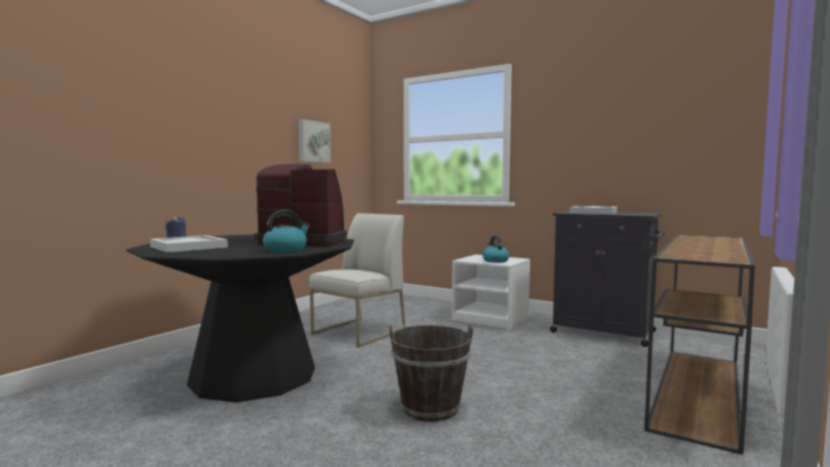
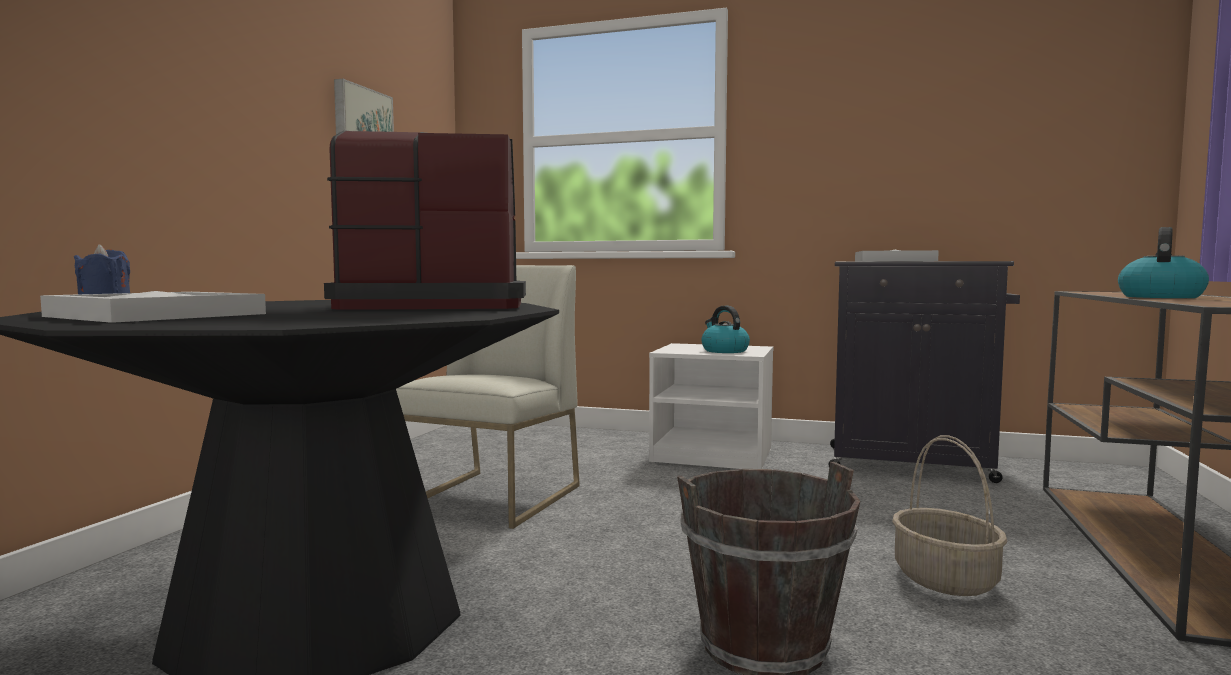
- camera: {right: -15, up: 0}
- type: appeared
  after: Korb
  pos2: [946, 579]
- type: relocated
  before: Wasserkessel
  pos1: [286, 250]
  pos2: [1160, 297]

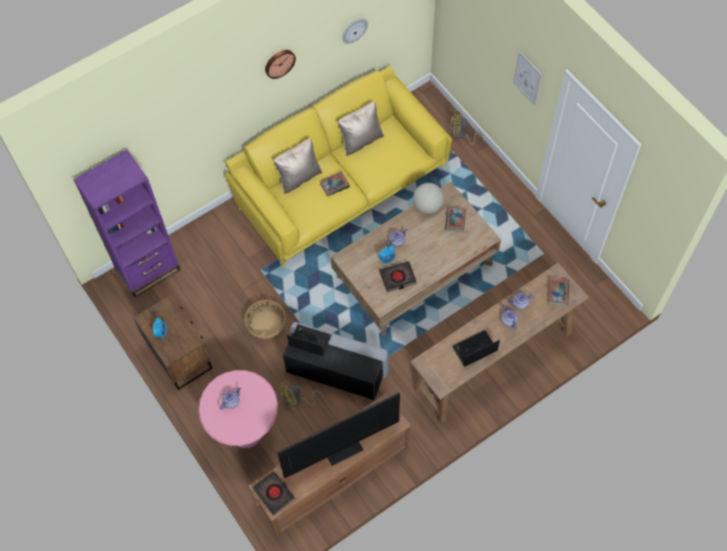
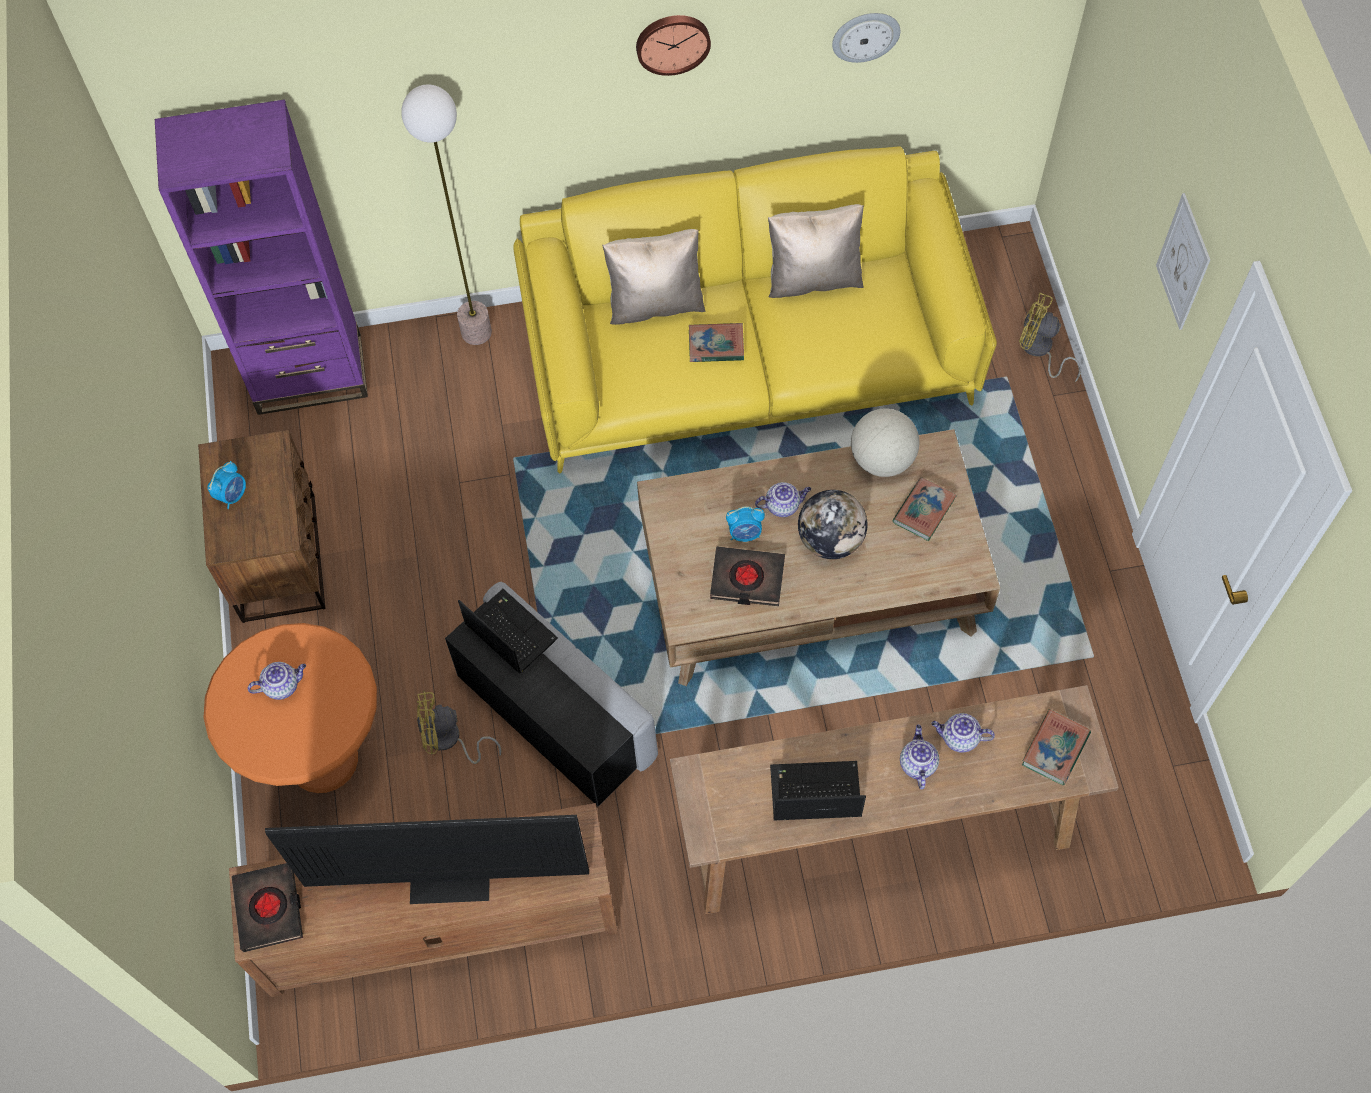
- camera: {right: 25, up: 0}
- type: missing
  before: Korb
  pos1: [266, 324]
- type: appeared
  after: Stehlampe
  pos2: [476, 331]
- type: appeared
  after: Globus
  pos2: [830, 540]
- type: colour
  before: Beistelltisch (rosa)
  after: Beistelltisch (orange)
  pos1: [246, 432]
  pos2: [323, 759]

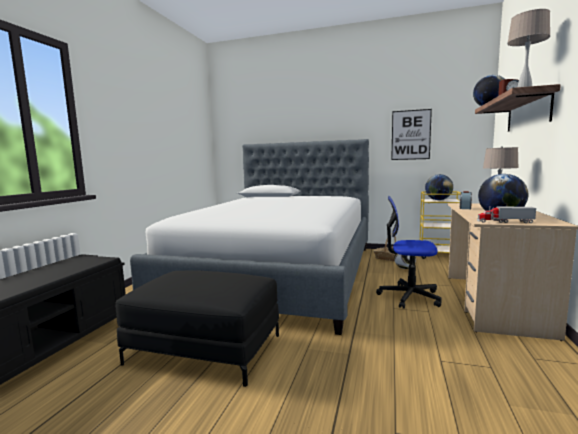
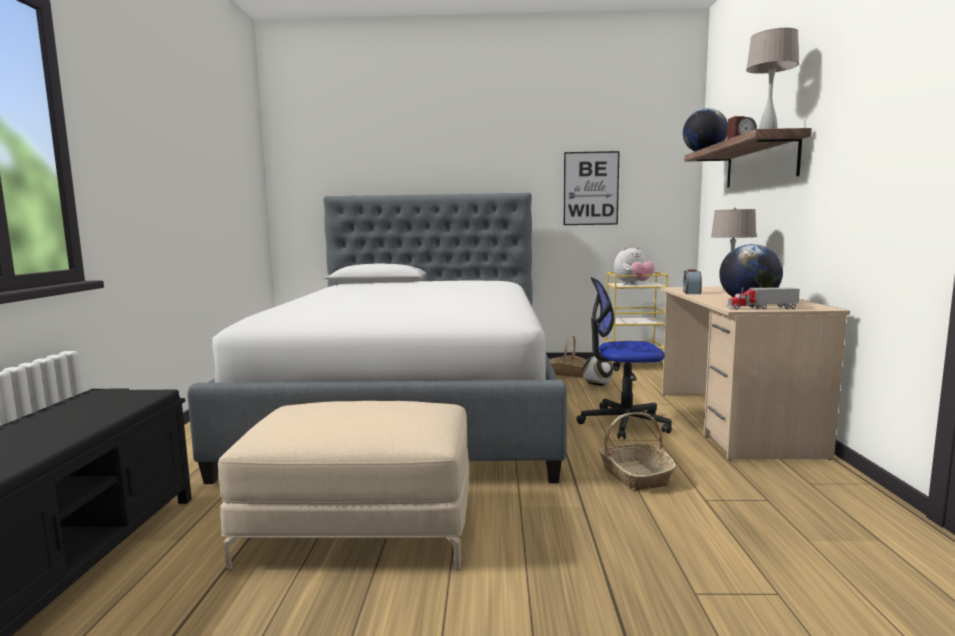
- camera: {right: -15, up: 0}
- type: appeared
  after: Korb
  pos2: [634, 475]
- type: exchanged
  before: Globus
  after: Plüschtier
  pos1: [438, 200]
  pos2: [633, 284]
- type: colour
  before: Polsterhocker (schwarz)
  after: Polsterhocker (beige)
  pos1: [205, 348]
  pos2: [361, 526]

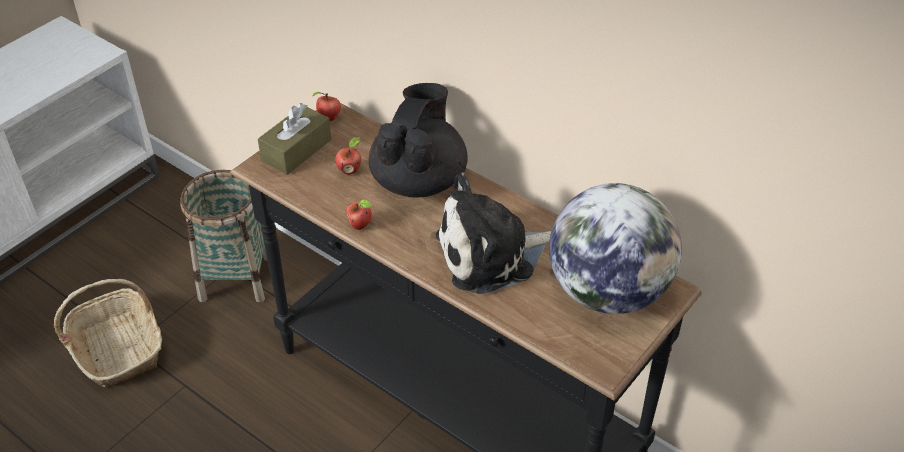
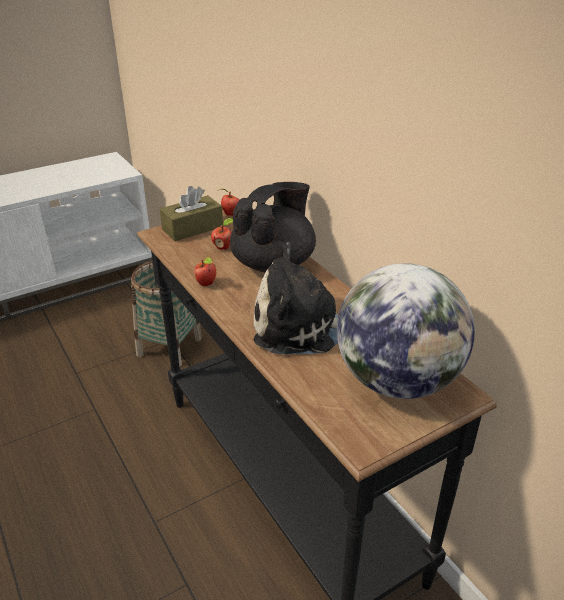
- camera: {right: 20, up: -10}
- type: missing
  before: Korb
  pos1: [117, 348]

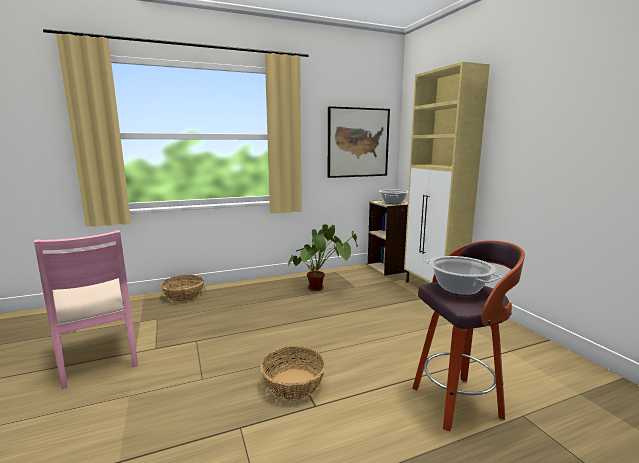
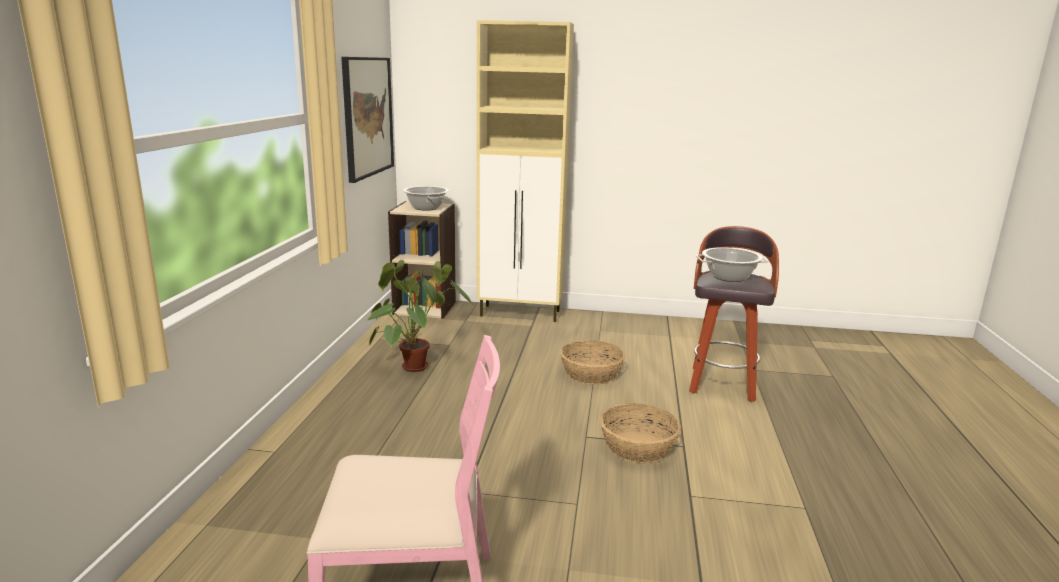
- camera: {right: -60, up: 5}
- type: relocated
  before: Korb
  pos1: [184, 295]
  pos2: [591, 373]

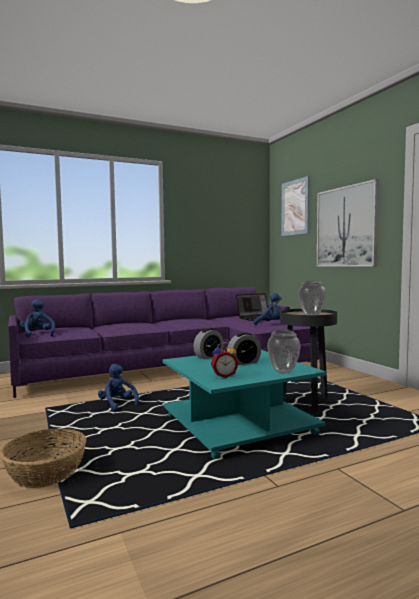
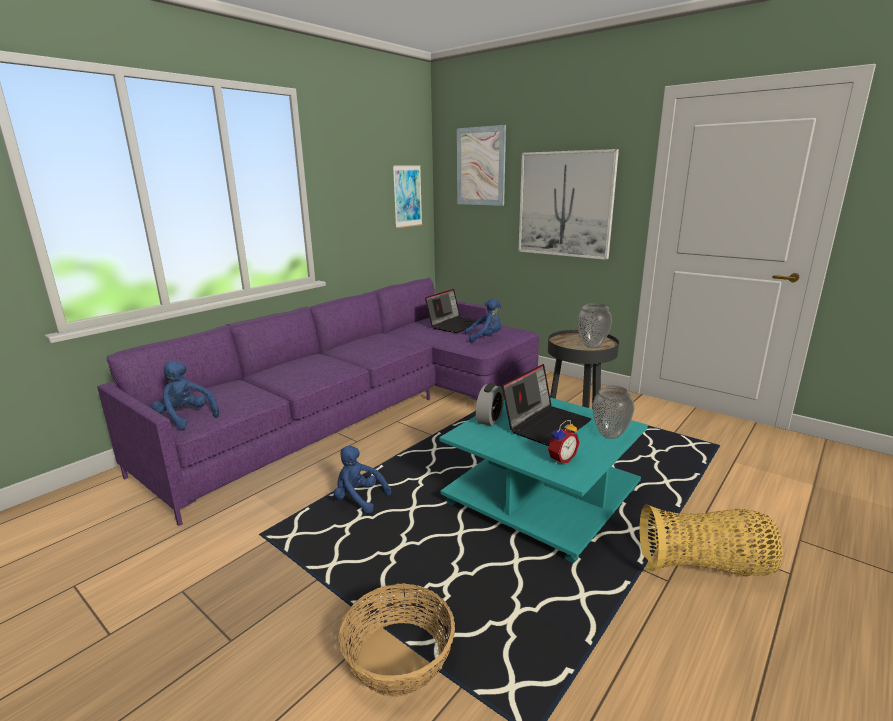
- camera: {right: -25, up: 15}
- type: appeared
  after: Bild
  pos2: [407, 196]
- type: appeared
  after: Korb
  pos2: [704, 566]
- type: exchanged
  before: Wecker
  after: Laptop
  pos1: [244, 362]
  pos2: [546, 424]

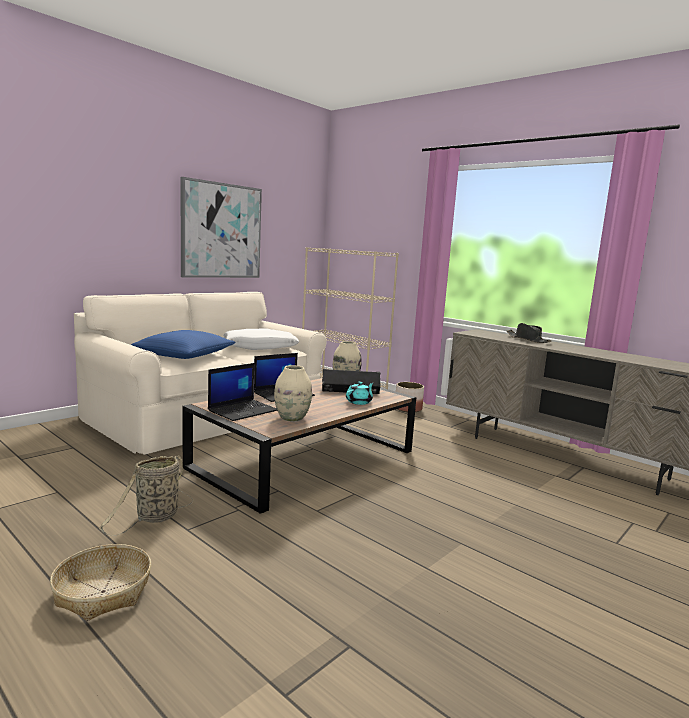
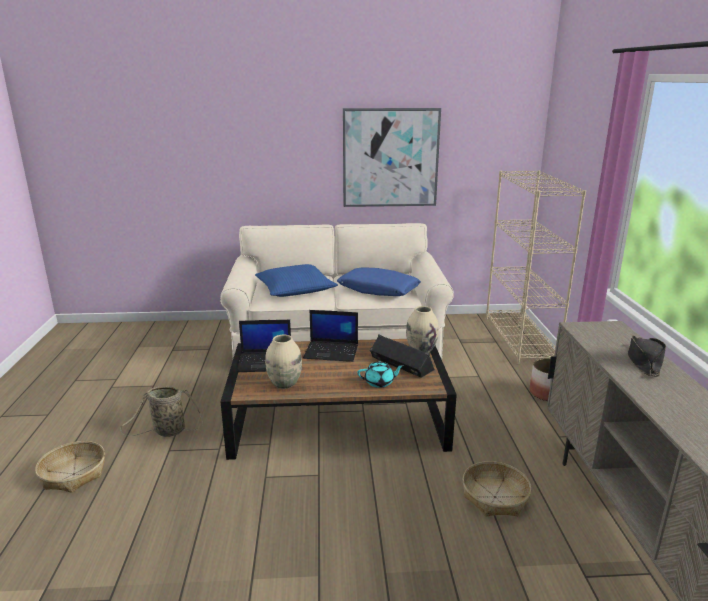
- camera: {right: 45, up: 10}
- type: appeared
  after: Korb
  pos2: [494, 497]
- type: colour
  before: Kissen (weiß)
  after: Kissen (blau)
  pos1: [260, 347]
  pos2: [378, 290]

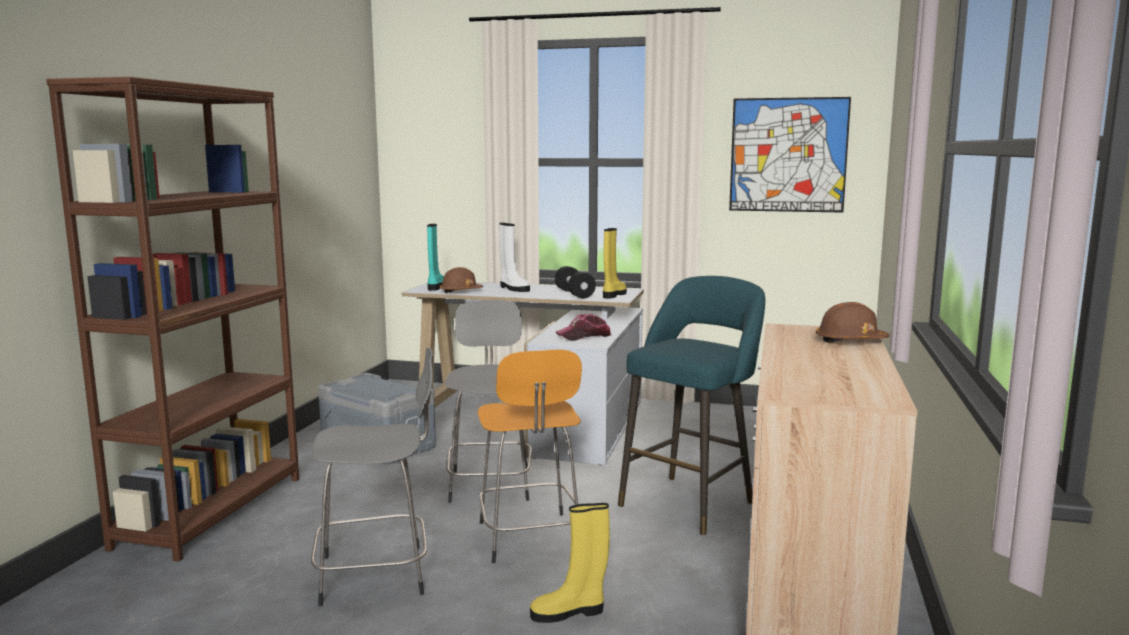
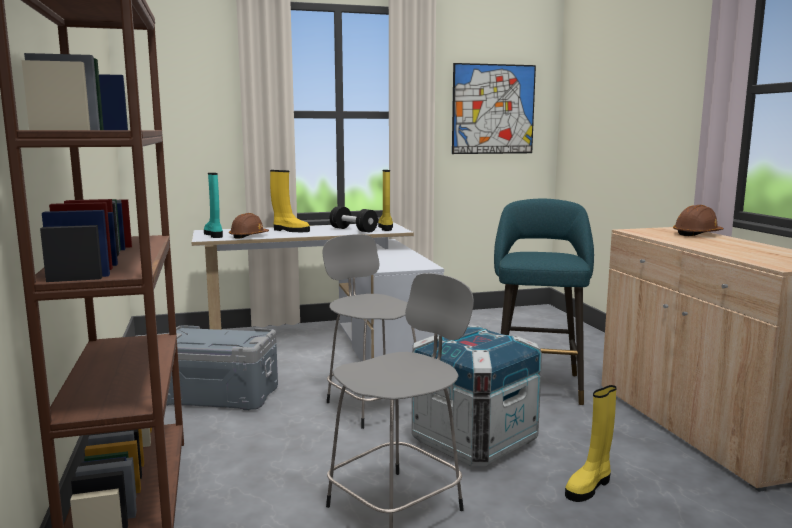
- camera: {right: -30, up: 0}
- type: missing
  before: Kappe
  pos1: [584, 336]
- type: exchanged
  before: Hocker (orange)
  after: Kiste
  pos1: [530, 539]
  pos2: [473, 440]
- type: colour
  before: Stiefel (weiß)
  after: Stiefel (gelb)
  pos1: [513, 288]
  pos2: [290, 230]

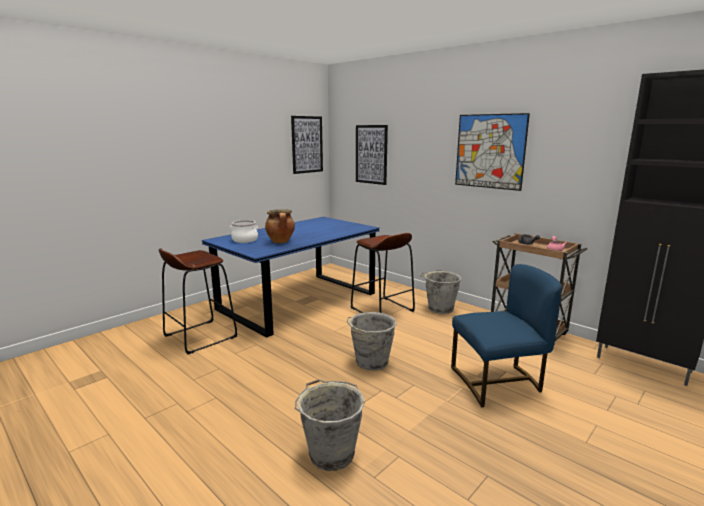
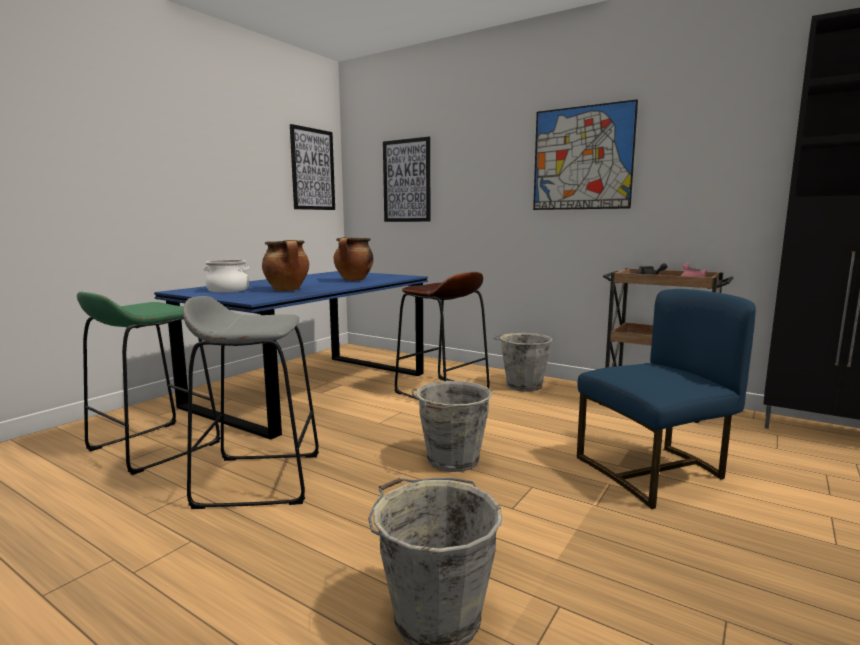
- camera: {right: -10, up: -5}
- type: appeared
  after: Hocker (grau)
  pos2: [259, 479]
- type: appeared
  after: Kochtopf
  pos2: [354, 280]
- type: colour
  before: Hocker (braun)
  after: Hocker (grün)
  pos1: [200, 336]
  pos2: [154, 446]

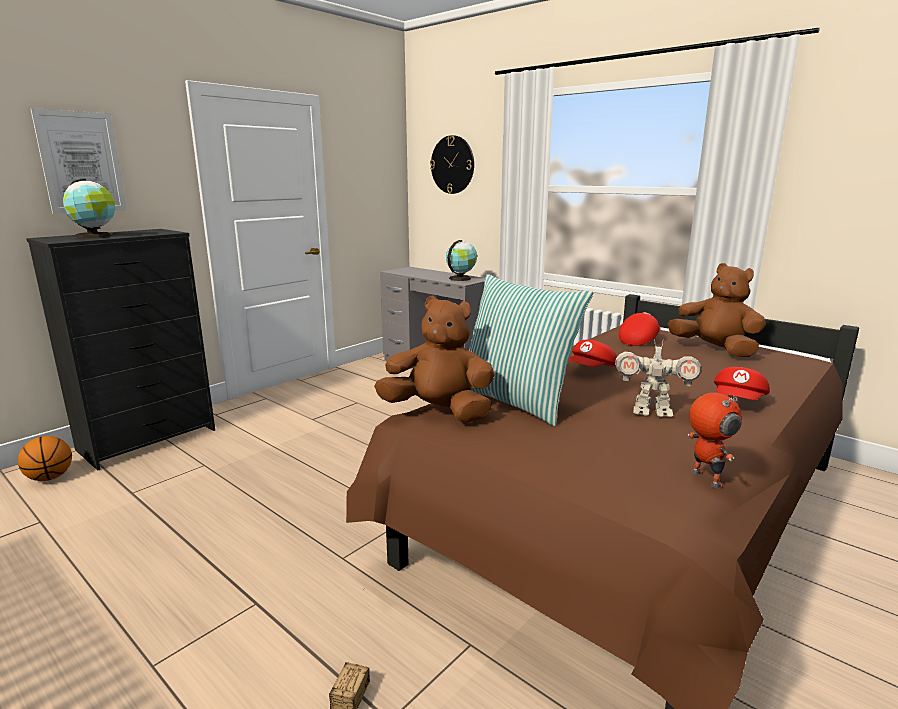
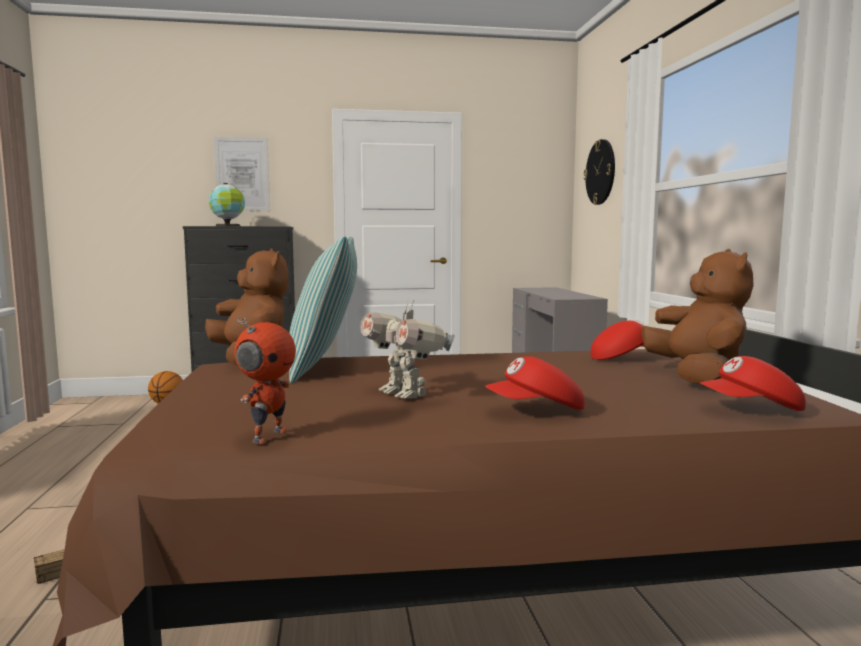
- camera: {right: 40, up: -10}
- type: missing
  before: Globus
  pos1: [461, 278]
- type: relocated
  before: Kappe (rot)
  pos1: [592, 370]
  pos2: [752, 409]

